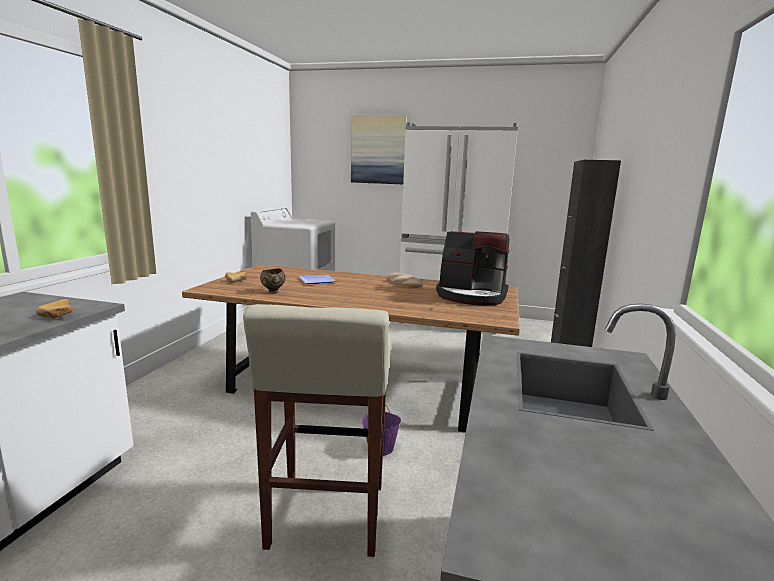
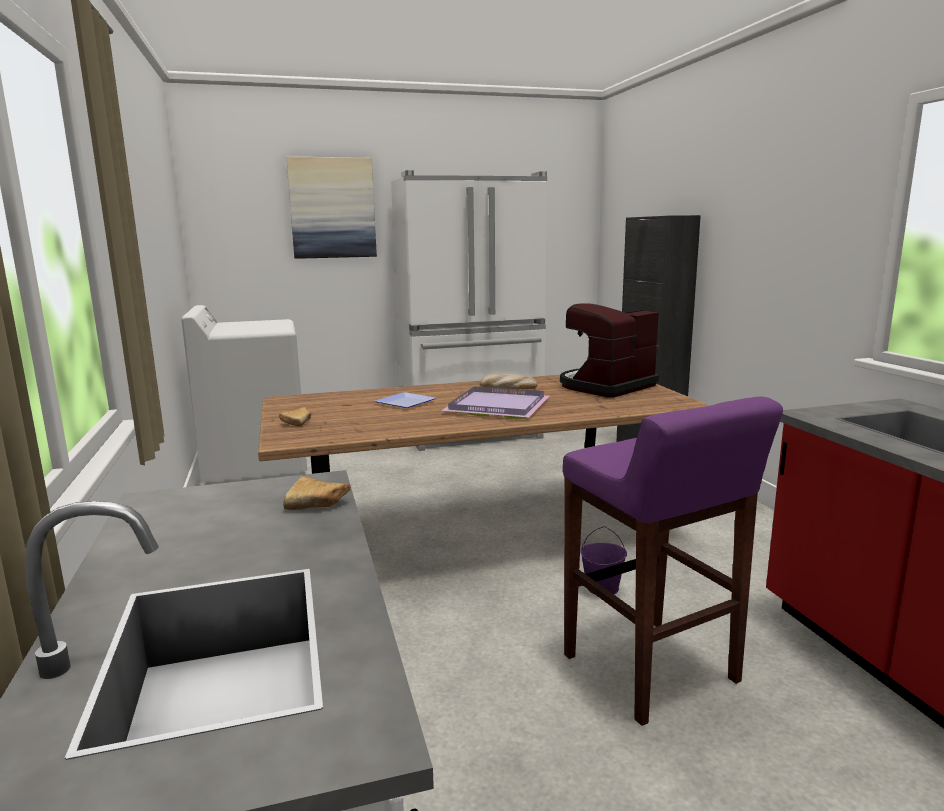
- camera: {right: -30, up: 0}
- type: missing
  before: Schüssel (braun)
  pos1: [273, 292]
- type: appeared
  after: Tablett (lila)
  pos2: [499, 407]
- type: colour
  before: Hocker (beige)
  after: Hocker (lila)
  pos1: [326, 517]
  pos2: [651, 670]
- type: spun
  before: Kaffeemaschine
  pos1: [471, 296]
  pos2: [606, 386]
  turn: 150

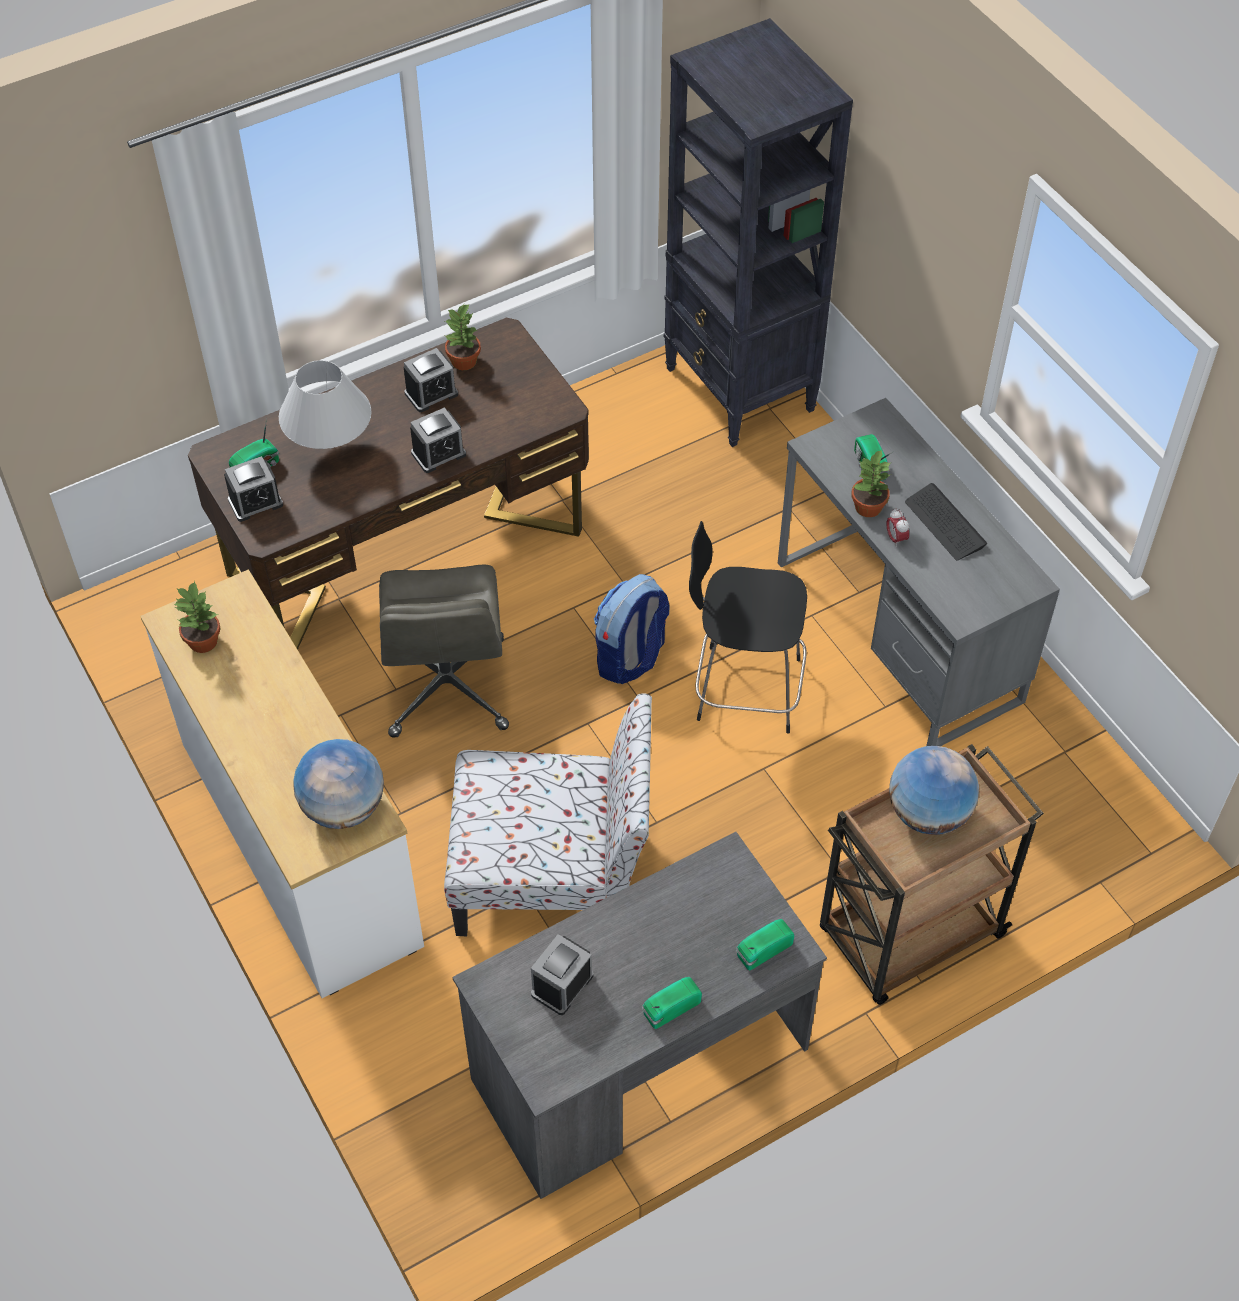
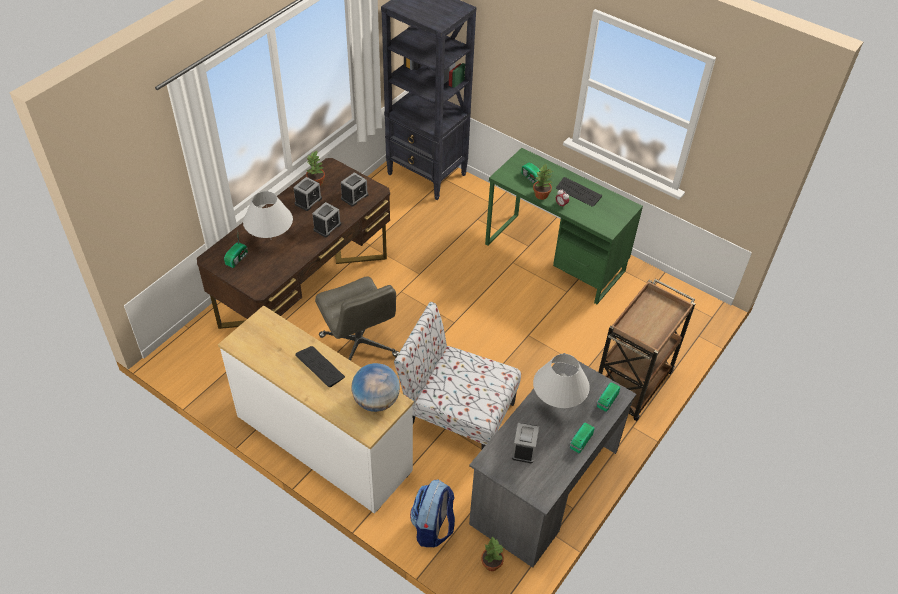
- camera: {right: -25, up: -5}
- type: missing
  before: Hocker (schwarz)
  pos1: [744, 688]
- type: missing
  before: Globus
  pos1: [927, 813]
- type: appeared
  after: Tastatur
  pos2: [320, 367]
- type: appeared
  after: Tischlampe (weiß)
  pos2: [557, 402]
- type: relocated
  before: Topfpflanze
  pos1: [203, 640]
  pos2: [491, 563]
- type: relocated
  before: Wecker
  pos1: [255, 502]
  pos2: [354, 196]
- type: relocated
  before: Rucksack
  pos1: [631, 658]
  pos2: [433, 527]
- type: colour
  before: Schreibtisch (grau)
  after: Schreibtisch (grün)
  pos1: [897, 631]
  pos2: [554, 258]
- type: spun
  before: Stuhl
  pos1: [553, 874]
  pos2: [456, 415]
  turn: -135

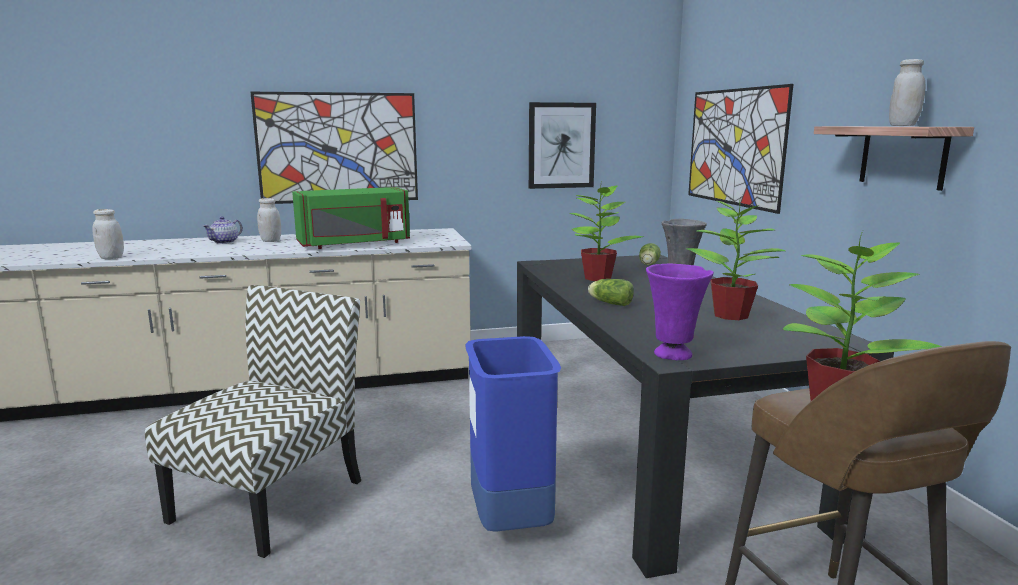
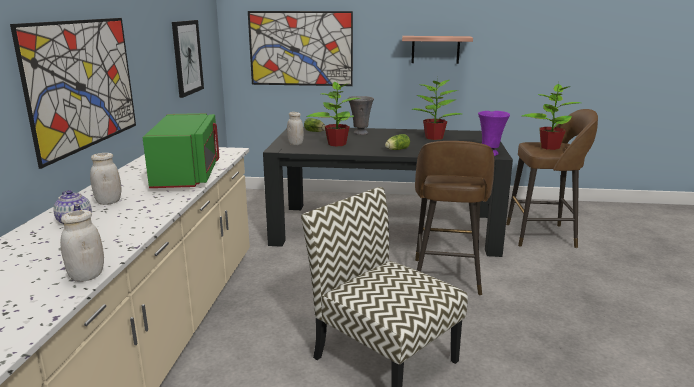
- camera: {right: -70, up: 5}
- type: relocated
  before: Vorratsglas (weiß)
  pos1: [903, 126]
  pos2: [295, 144]
- type: exchanged
  before: Mülleimer (blau)
  after: Hocker (braun)
  pos1: [509, 521]
  pos2: [446, 278]

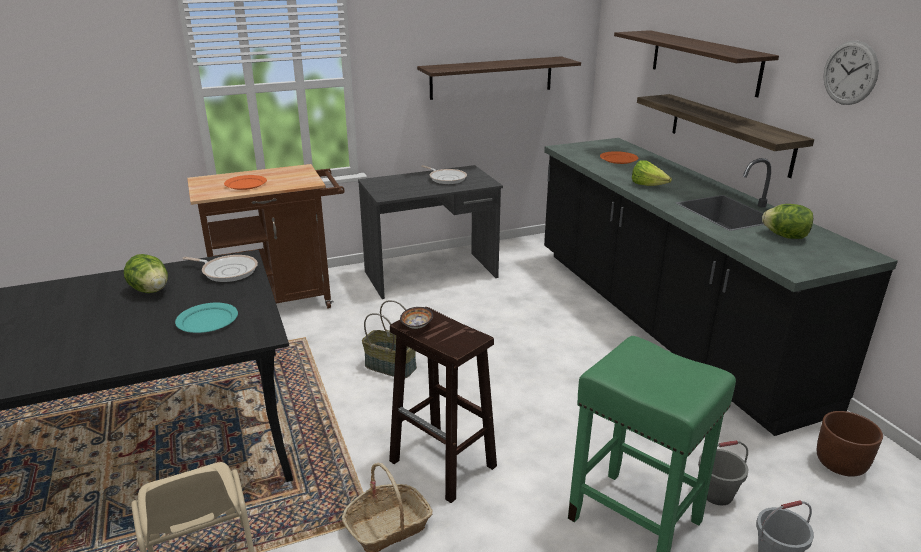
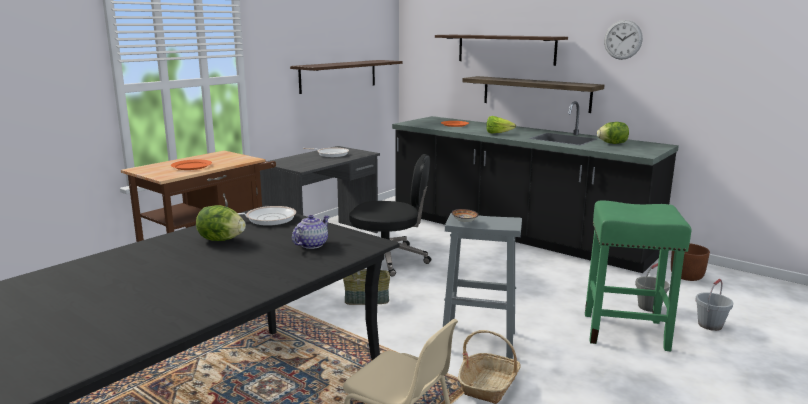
- camera: {right: -30, up: -10}
- type: appeared
  after: Bürostuhl (schwarz)
  pos2: [389, 259]
- type: exchanged
  before: Teller (türkis)
  after: Teekanne
  pos1: [207, 320]
  pos2: [311, 245]
- type: colour
  before: Hocker (braun)
  after: Hocker (grau)
  pos1: [444, 464]
  pos2: [480, 341]

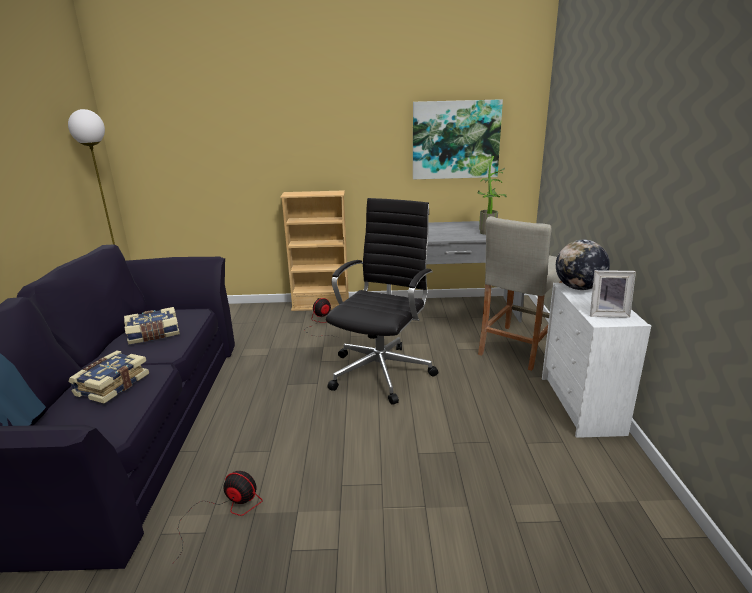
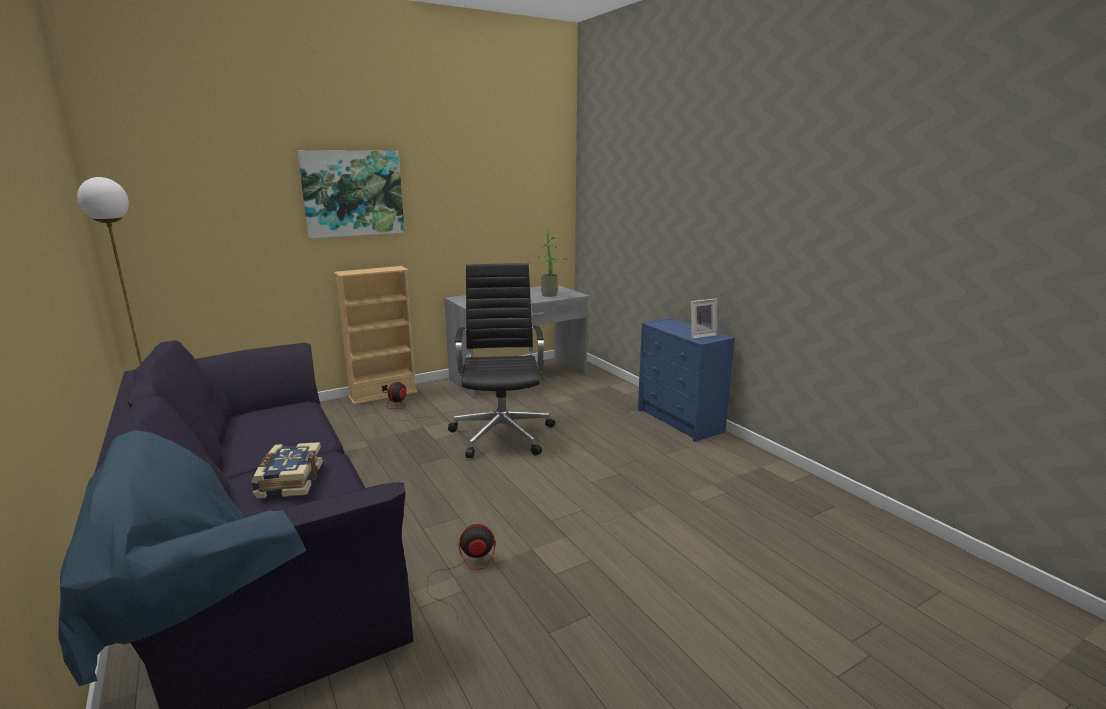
- camera: {right: -30, up: -5}
- type: missing
  before: Buch
  pos1: [153, 334]
- type: missing
  before: Hocker (beige)
  pos1: [518, 347]
- type: missing
  before: Globus
  pos1: [578, 288]
- type: relocated
  before: Bild
  pos1: [455, 140]
  pos2: [353, 193]
- type: colour
  before: Kommode (weiß)
  after: Kommode (blau)
  pos1: [582, 405]
  pos2: [680, 421]

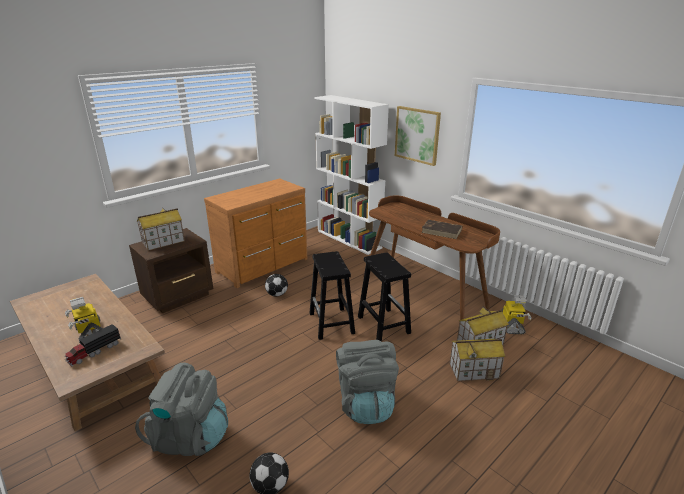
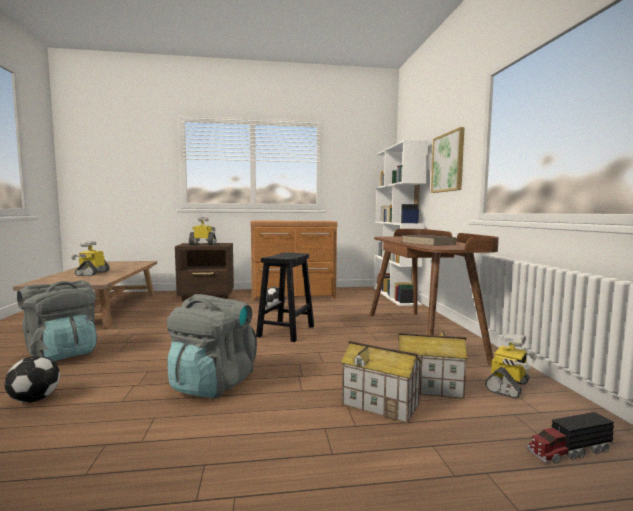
- camera: {right: 35, up: -20}
- type: missing
  before: Hocker (schwarz)
  pos1: [383, 324]
- type: relocated
  before: Spielzeuglaster
  pos1: [94, 352]
  pos2: [568, 451]
- type: exchanged
  before: Spielzeughaus
  after: Spielzeugroboter
  pos1: [163, 242]
  pos2: [203, 244]

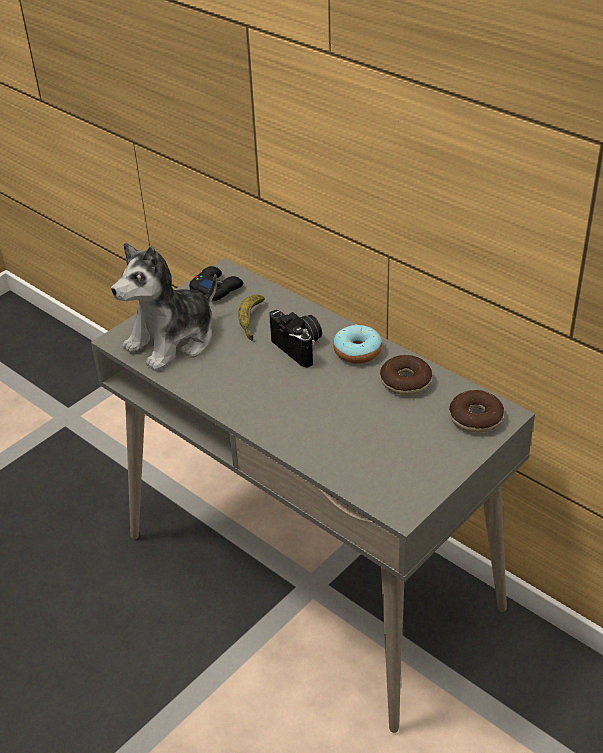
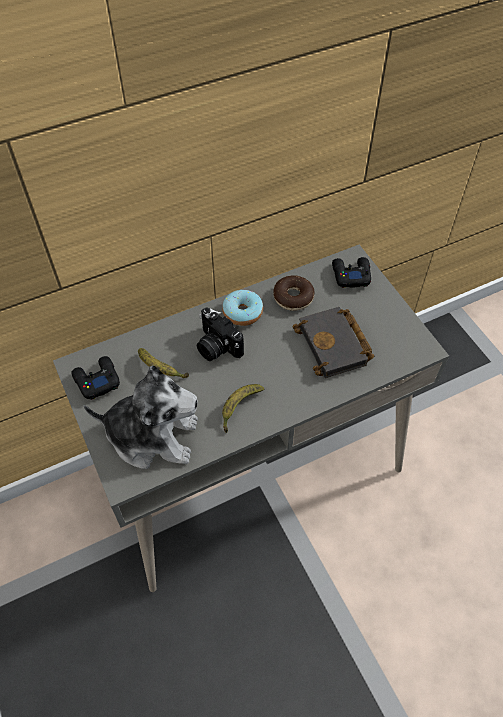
- camera: {right: -70, up: 15}
- type: appeared
  after: Banane
  pos2: [239, 408]
- type: appeared
  after: Buch (schwarz)
  pos2: [335, 346]
- type: exchanged
  before: Donut
  after: Gamepad (schwarz)
  pos1: [475, 418]
  pos2: [350, 275]
- type: spun
  before: Plüschtier
  pos1: [173, 341]
  pos2: [152, 435]
  turn: -60
- type: spun
  before: Kamera
  pos1: [300, 347]
  pos2: [216, 346]
  turn: -120

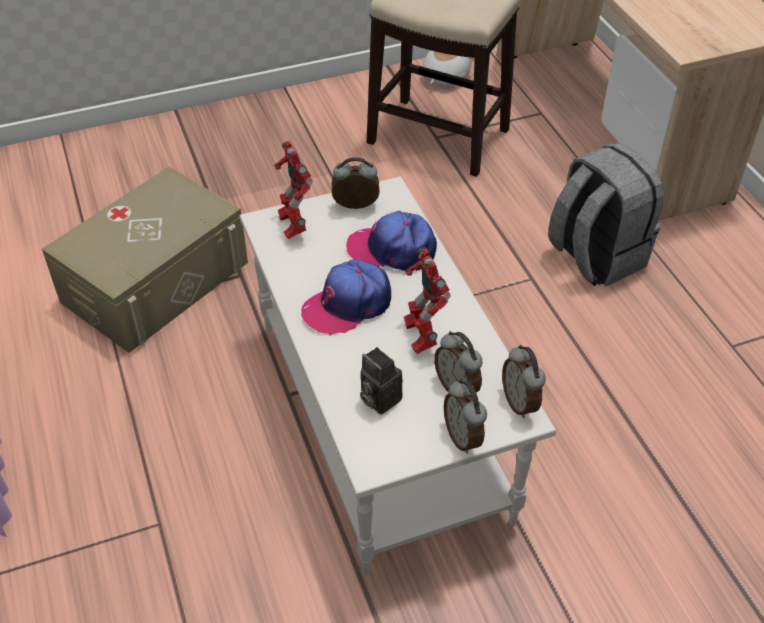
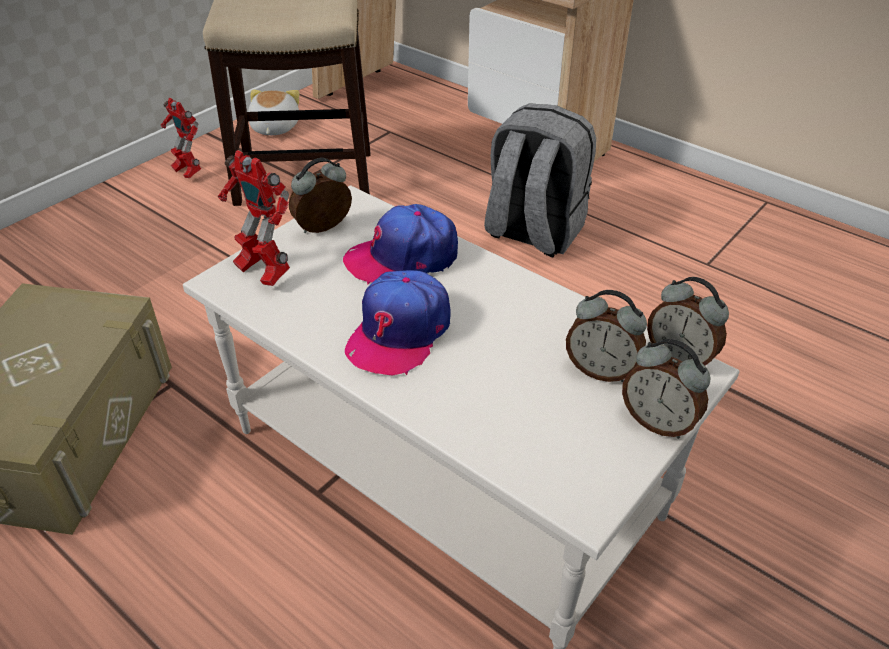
- camera: {right: -30, up: -5}
- type: missing
  before: Kamera
  pos1: [378, 399]
- type: relocated
  before: Spielzeugroboter
  pos1: [420, 335]
  pos2: [187, 172]

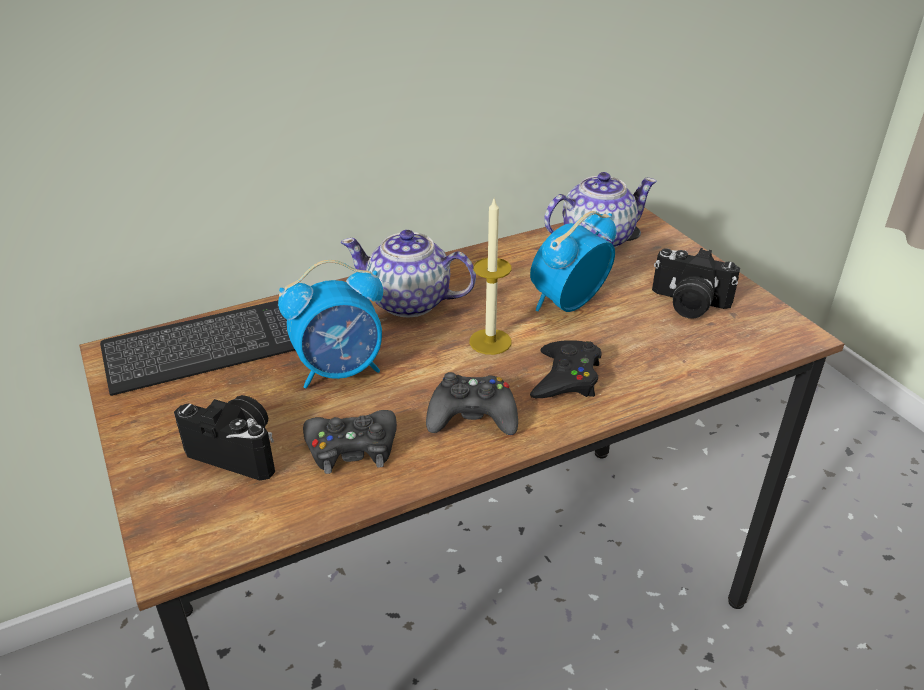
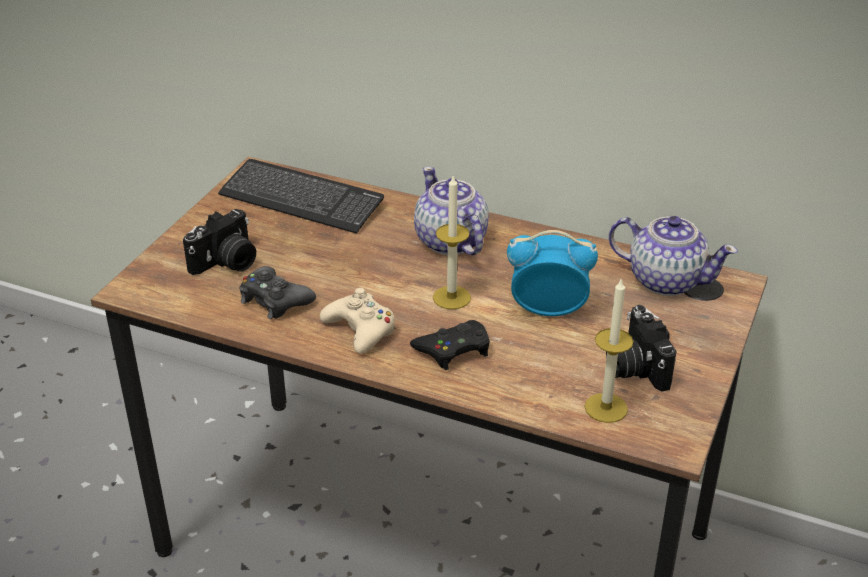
- camera: {right: 50, up: 0}
- type: missing
  before: Wecker
  pos1: [341, 371]
- type: appeared
  after: Kerze
  pos2: [606, 408]
- type: colour
  before: Gamepad (schwarz)
  after: Gamepad (beige)
  pos1: [472, 416]
  pos2: [360, 330]
- type: spun
  before: Kamera
  pos1: [239, 451]
  pos2: [227, 263]
  turn: 60

